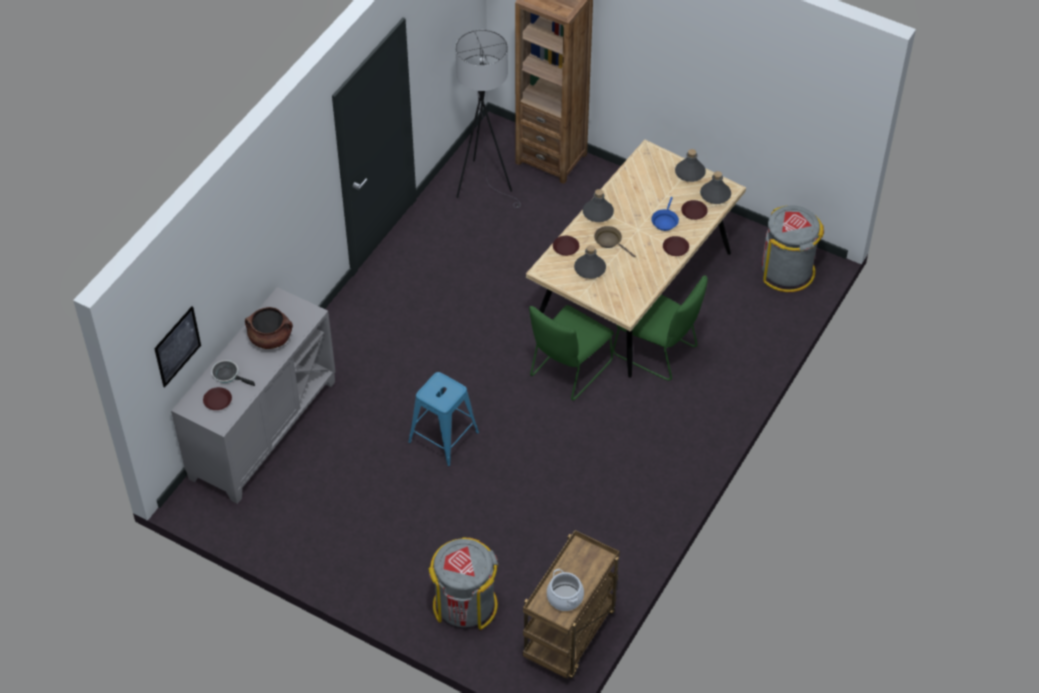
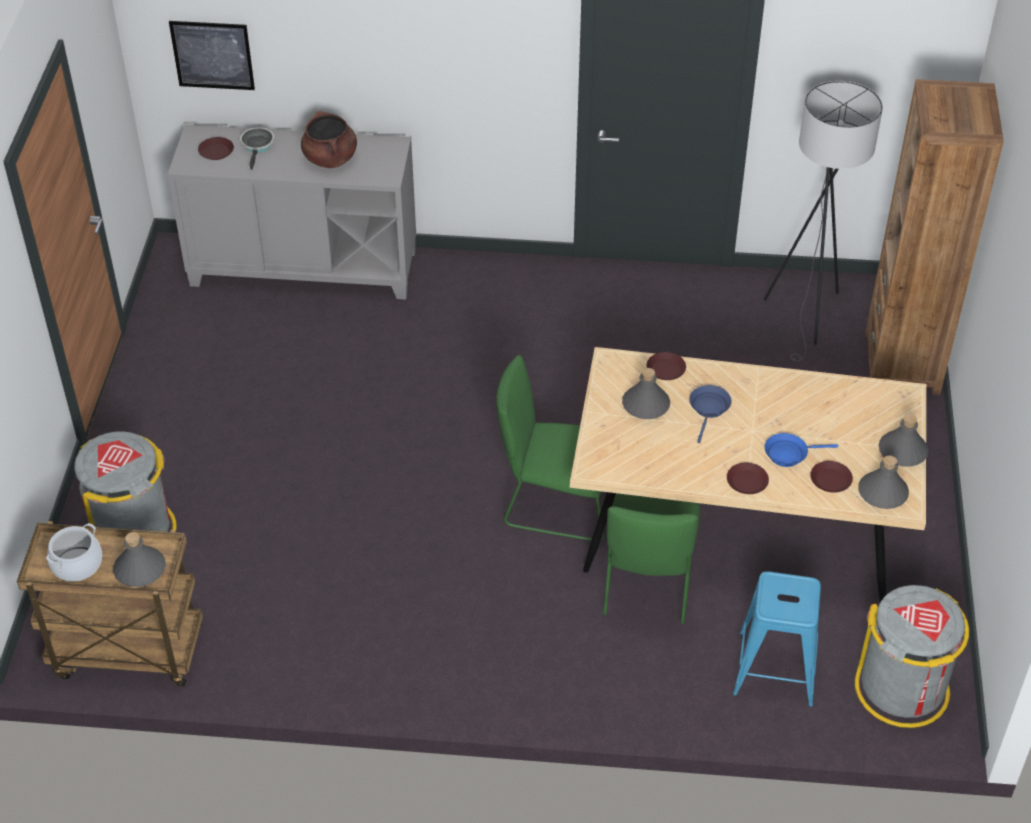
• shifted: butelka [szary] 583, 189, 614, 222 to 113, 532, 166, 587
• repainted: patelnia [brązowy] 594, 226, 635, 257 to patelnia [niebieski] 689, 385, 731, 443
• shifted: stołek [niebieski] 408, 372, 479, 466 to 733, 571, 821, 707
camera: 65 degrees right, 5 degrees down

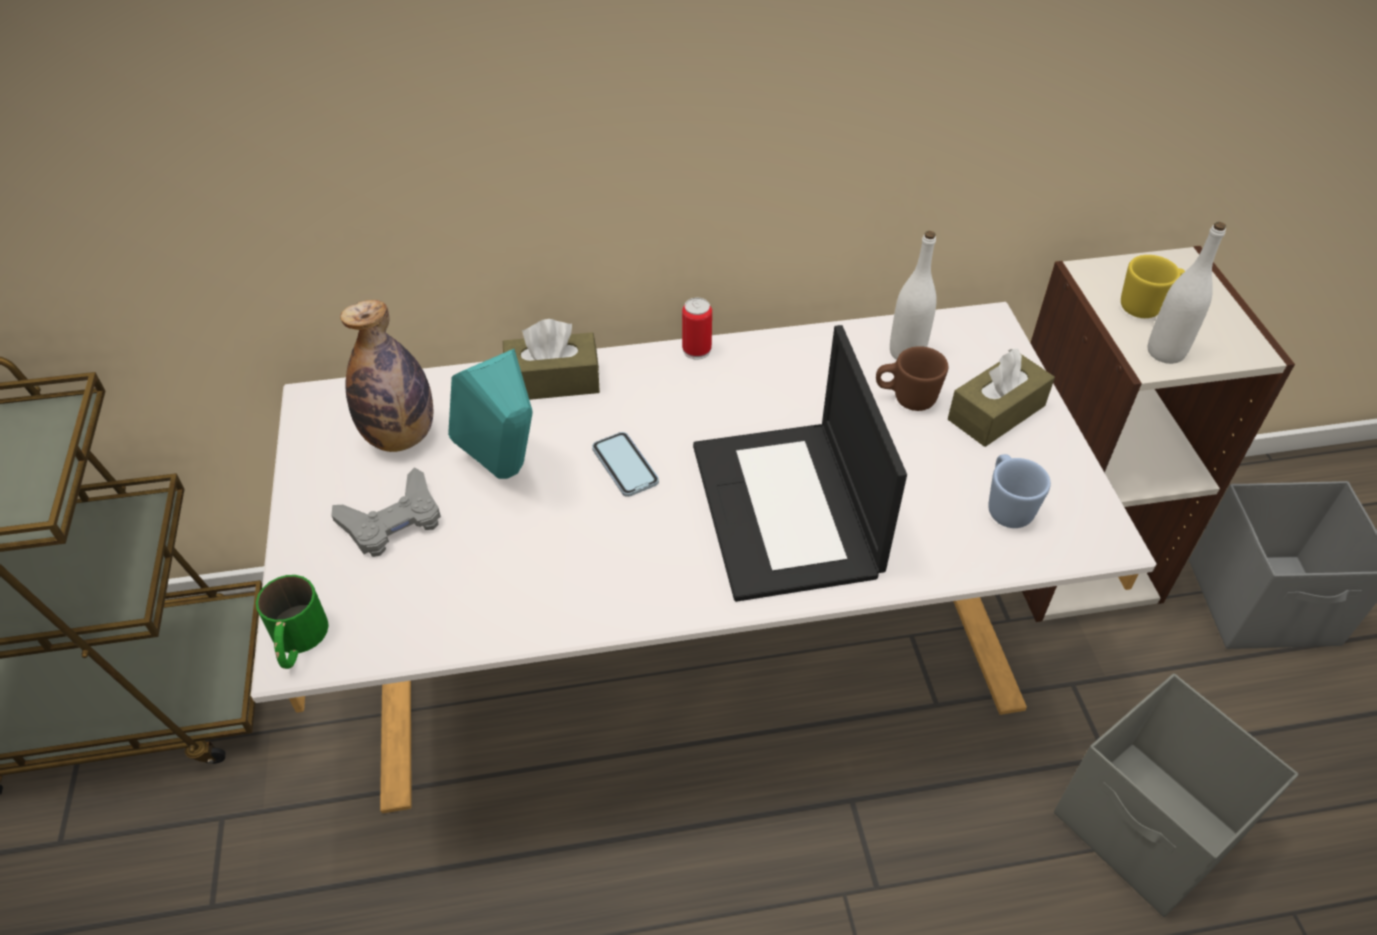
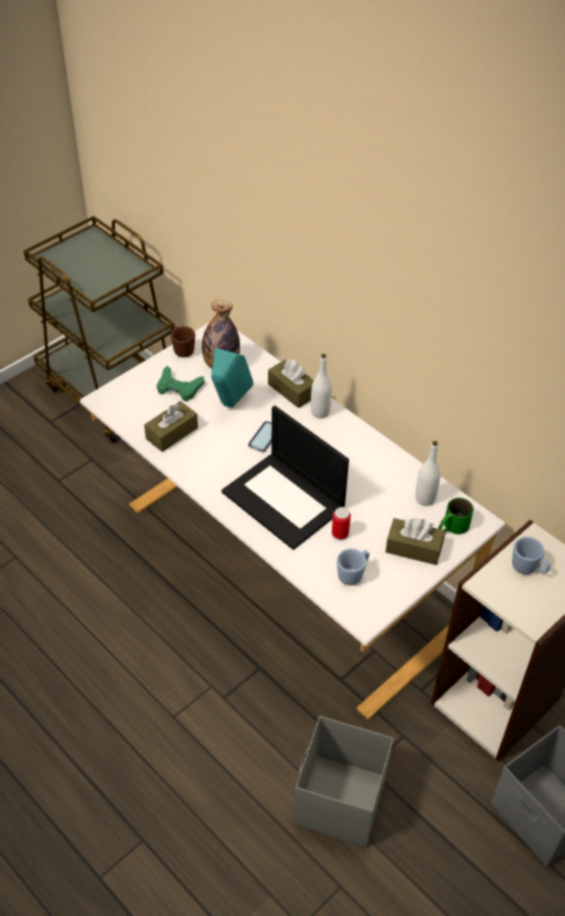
• new: pudełko chusteczek [brązowy] 144, 401, 198, 452
• repainted: pad do gier [szary] 331, 467, 441, 557 to pad do gier [zielony] 157, 366, 205, 401
• shifted: kubek [brązowy] 876, 346, 948, 411 to 171, 326, 195, 357
• rotated: laptop 693, 325, 907, 602 = 222, 406, 349, 550 90 degrees counterclockwise
• shifted: butelka [biały] 1148, 222, 1226, 364 to 311, 354, 332, 418
• shifted: puszka 682, 298, 712, 359 to 332, 507, 351, 541
• shifted: kubek [zielony] 256, 575, 329, 669 to 438, 498, 474, 534
• repainted: kubek [żółty] 1121, 255, 1185, 318 to kubek [niebieski] 512, 537, 550, 574
camera: 55 degrees right, 0 degrees up

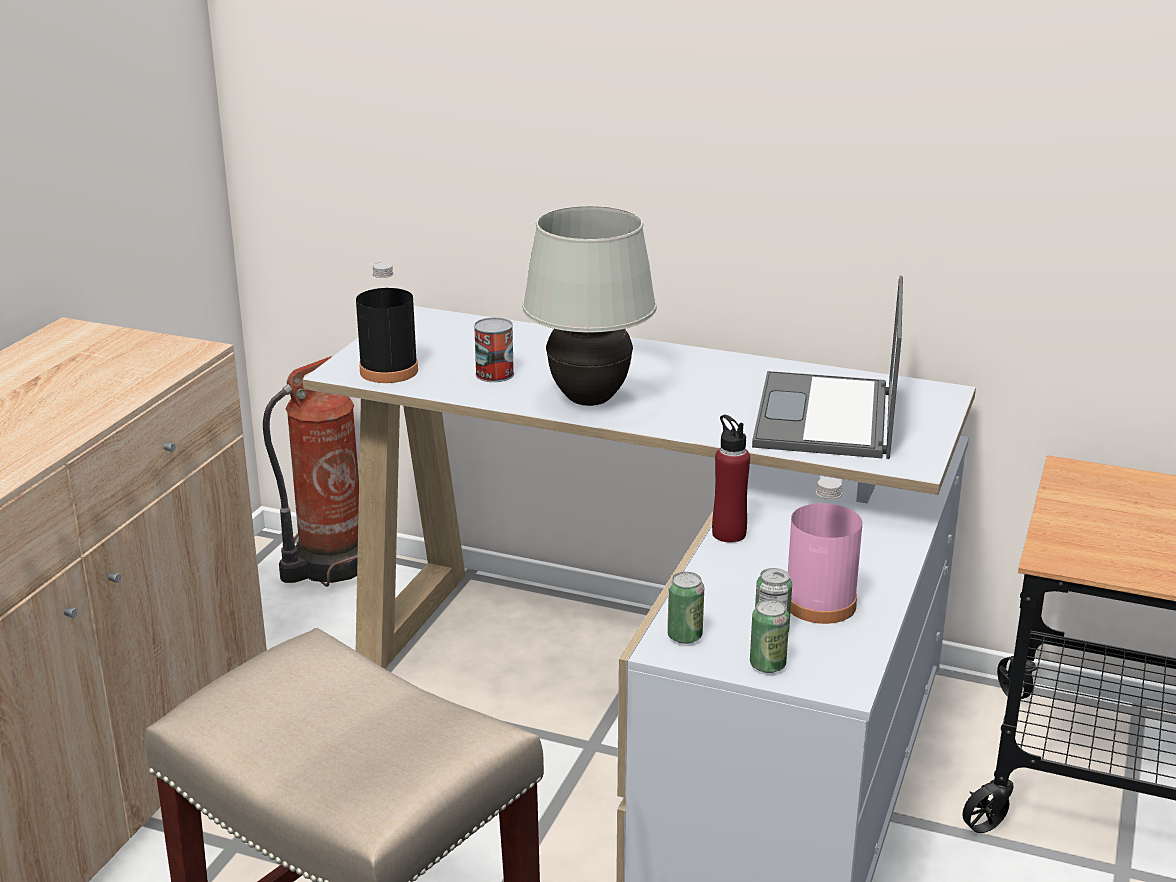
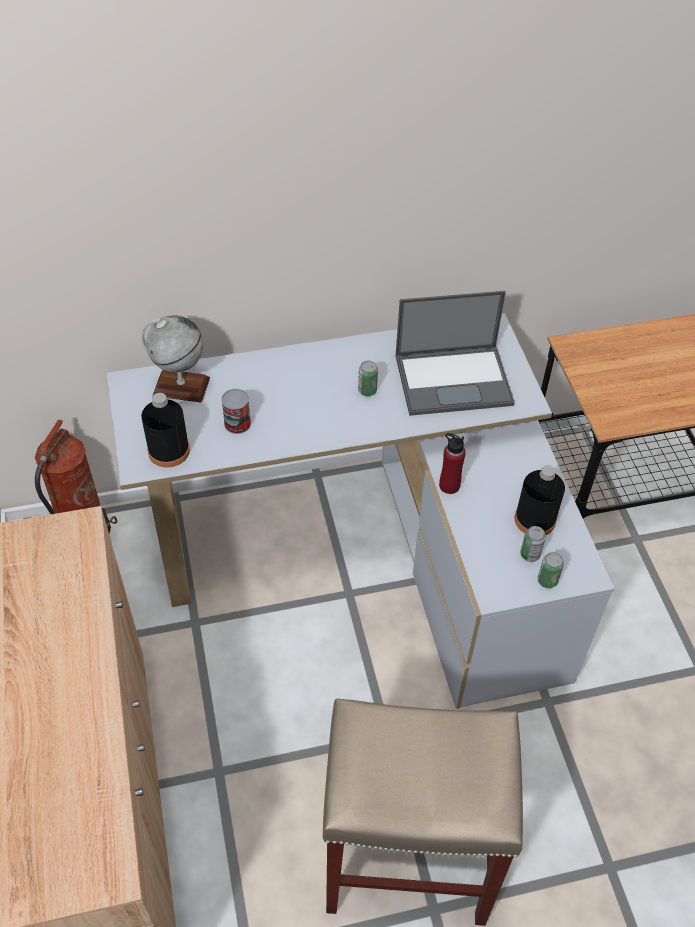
• new: globus 142, 315, 210, 403
• shifted: puszka 667, 572, 704, 644 to 358, 361, 378, 396
• rotated: laptop 752, 276, 903, 459 = 395, 291, 515, 416 75 degrees counterclockwise
• repainted: butelka [różowy] 788, 477, 862, 624 to butelka [czarny] 514, 465, 565, 535
• gone: lampa stołowa [biały] 522, 206, 657, 406
camera: 35 degrees left, 25 degrees up

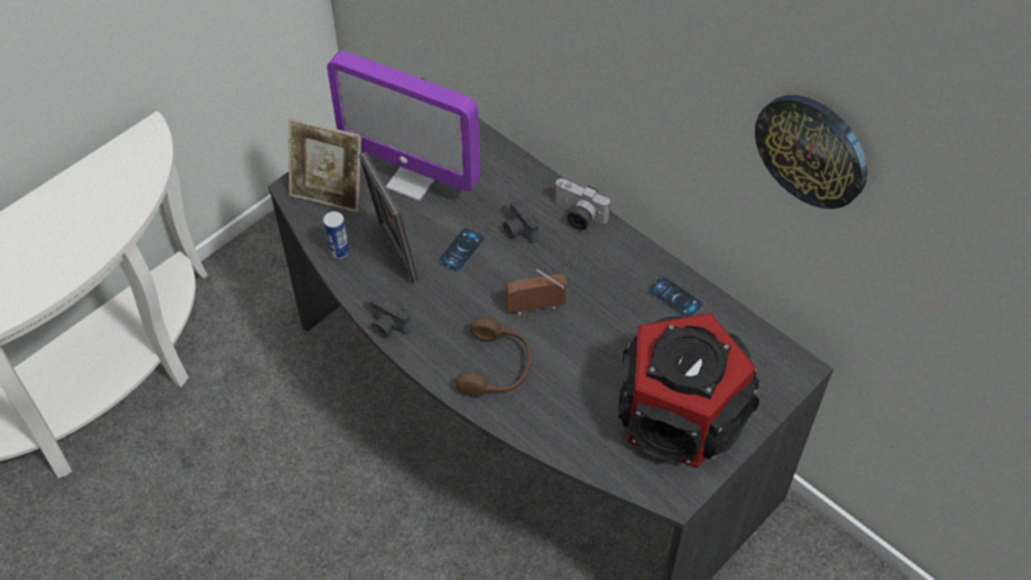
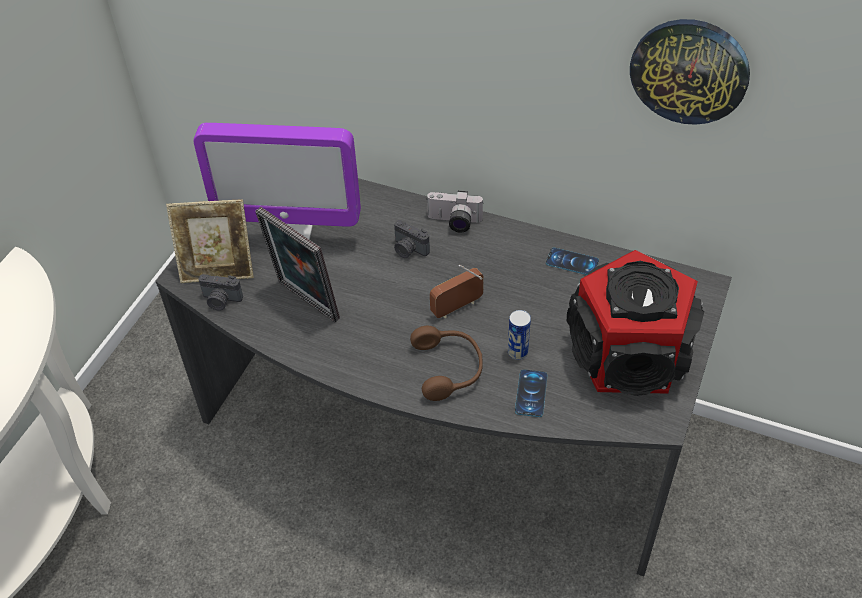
• shifted: aparat fotograficzny 370, 295, 411, 338 to 198, 274, 243, 311
• shifted: puszka 323, 211, 349, 259 to 508, 310, 531, 360
• shifted: telefon 438, 228, 485, 272 to 515, 369, 547, 417
camera: 20 degrees left, 5 degrees down

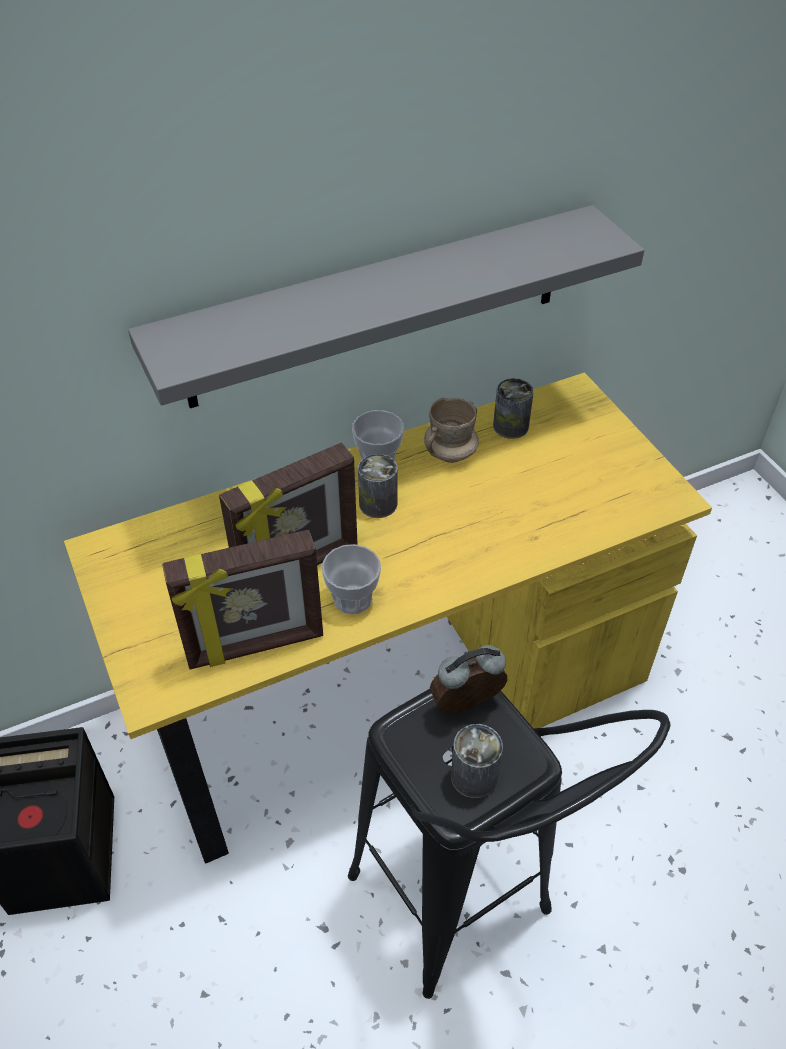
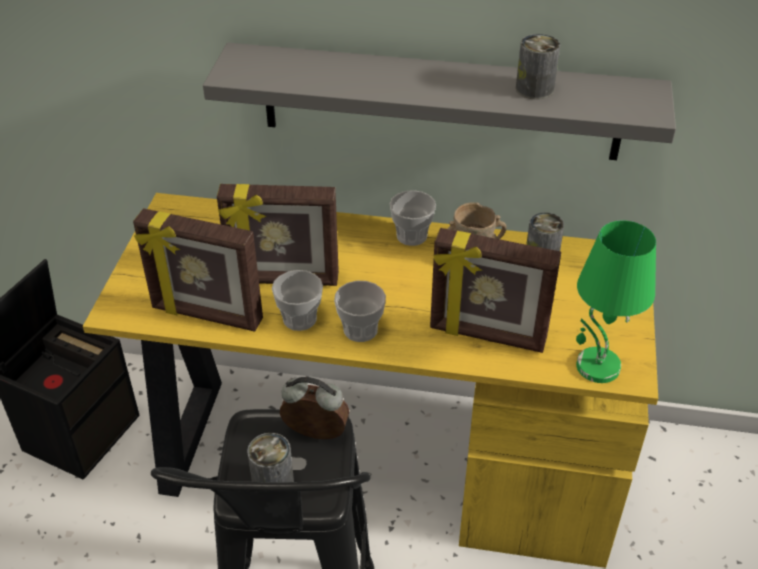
• new: filiżanka 334, 281, 386, 342
• new: ramka na zdjęcie 430, 228, 561, 353
• shifted: puszka 358, 454, 398, 518 to 516, 34, 560, 99
• new: lampa stołowa [zielony] 576, 220, 656, 383
camera: 35 degrees right, 5 degrees down

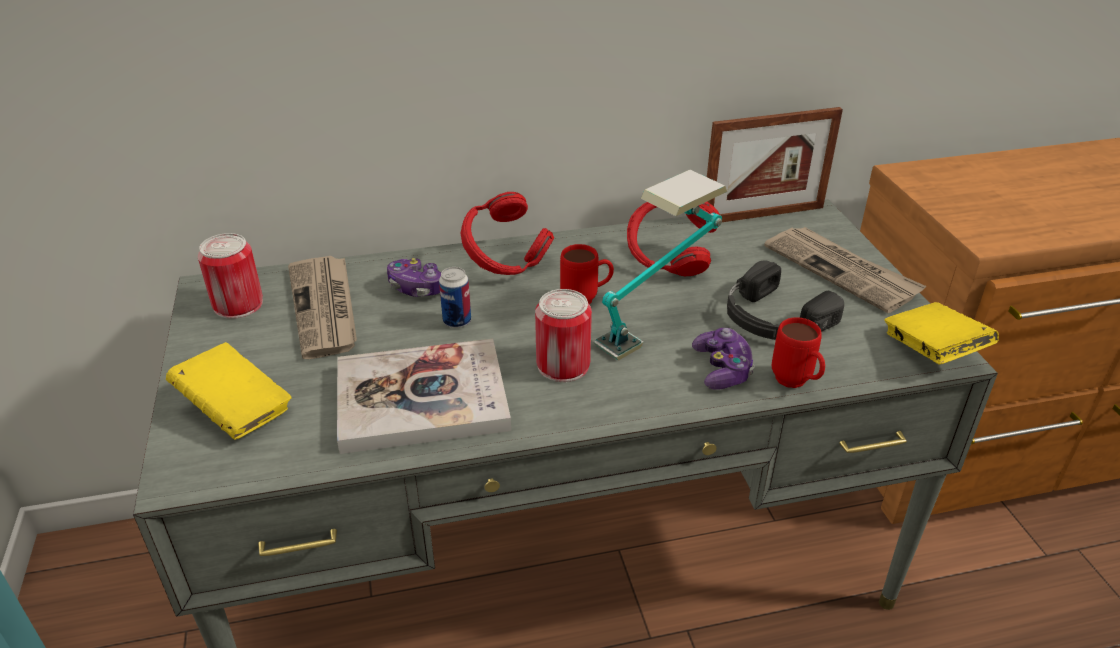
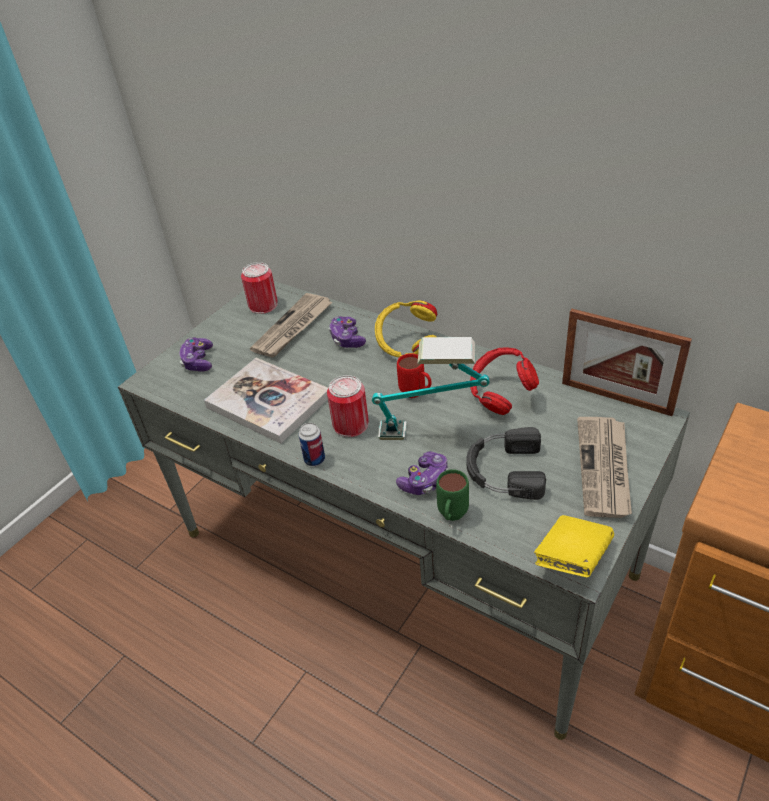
• swapped: książka [żółty] 166, 342, 292, 440 to pad do gier 180, 337, 213, 371
• shifted: puszka 439, 267, 471, 328 to 298, 423, 325, 466
• repainted: słuchawki [czerwony] 461, 192, 554, 275 to słuchawki [żółty] 375, 300, 437, 358
• repainted: kubek [czerwony] 772, 317, 825, 388 to kubek [zielony] 436, 469, 469, 521
camera: 50 degrees right, 5 degrees up

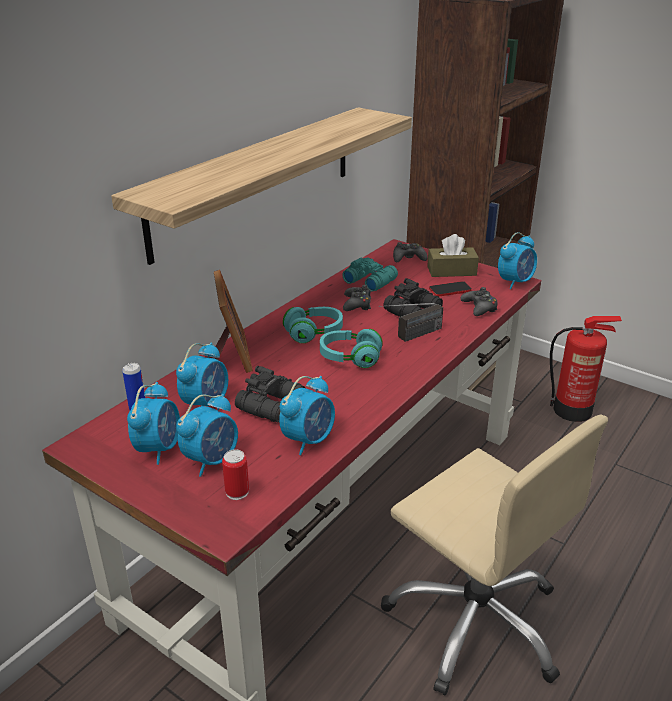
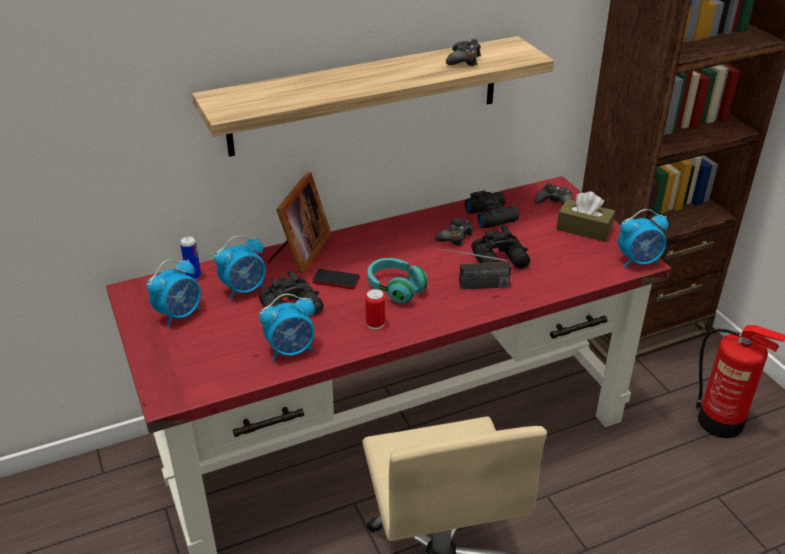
• shifted: telefon 429, 281, 472, 297 to 312, 269, 360, 289
• shifted: puszka 222, 449, 249, 500 to 365, 289, 385, 330
• shifted: pad do gier [czarny] 460, 287, 498, 316 to 446, 39, 481, 66
• repainted: lornetka [turkusowy] 342, 258, 398, 292 to lornetka [czarny] 465, 190, 519, 228
• gone: budzik 176, 394, 238, 477
• gone: słuchawki [turkusowy] 283, 307, 343, 343
camera: 30 degrees right, 5 degrees up

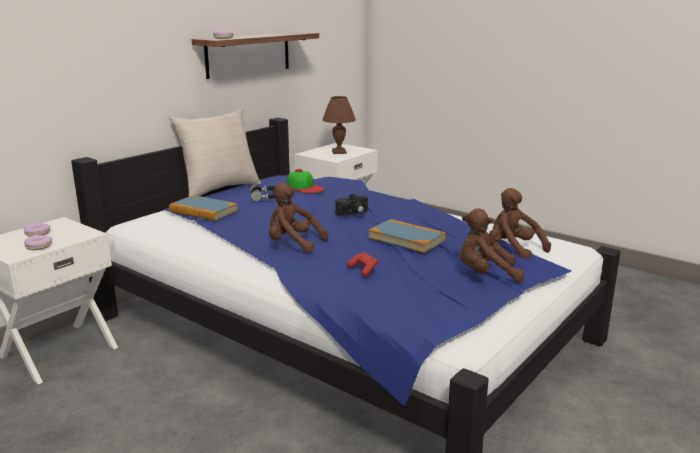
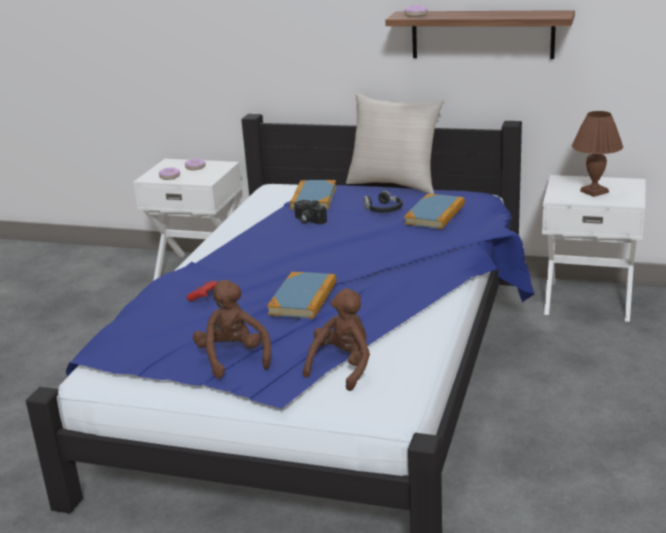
• shifted: aparat fotograficzny 335, 194, 368, 216 to 293, 200, 327, 225
• swapped: czapka z daszkiem 287, 169, 325, 193 to książka 404, 194, 465, 229
• gone: pluszak [brązowy] 269, 183, 328, 252
camera: 70 degrees right, 5 degrees up

